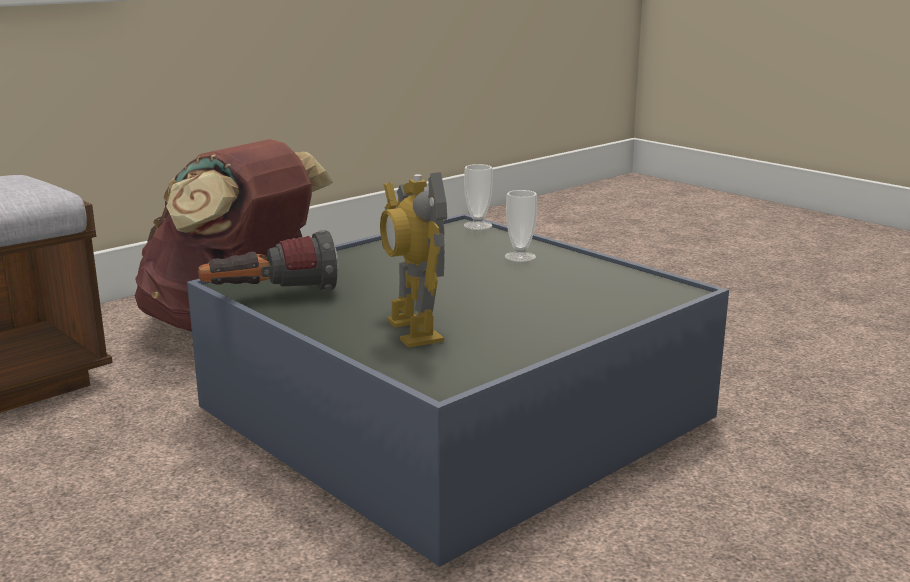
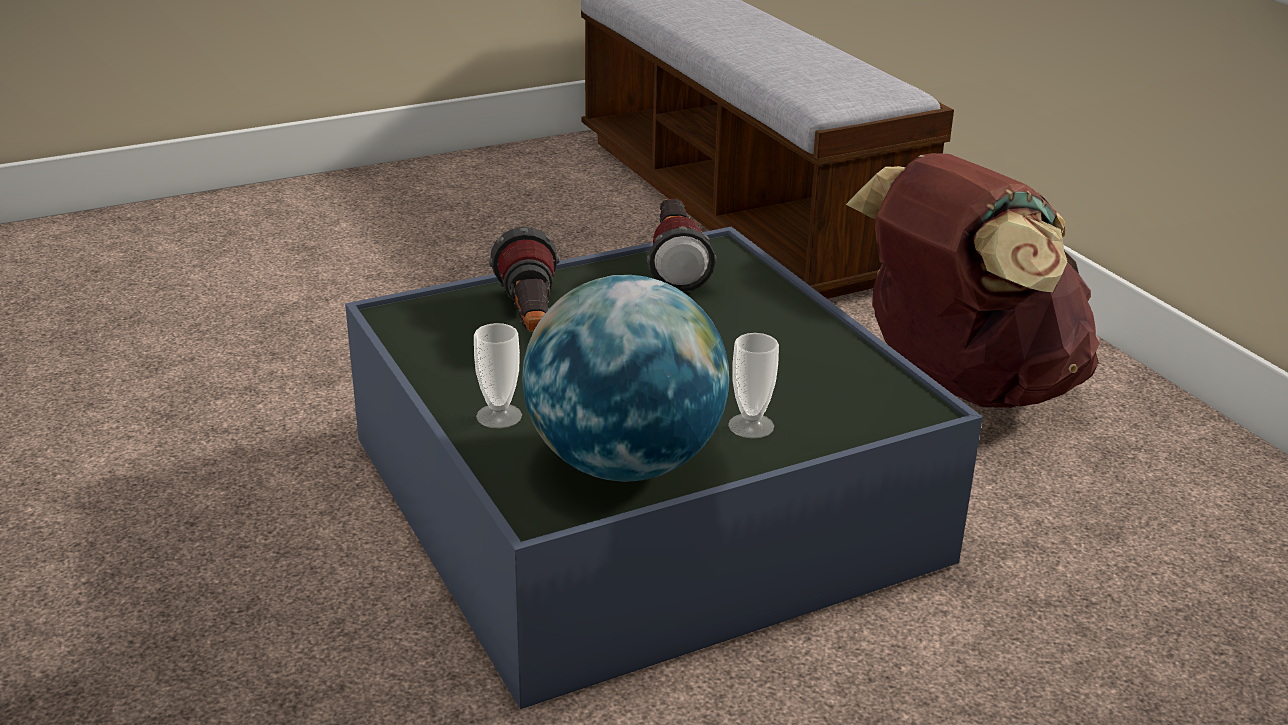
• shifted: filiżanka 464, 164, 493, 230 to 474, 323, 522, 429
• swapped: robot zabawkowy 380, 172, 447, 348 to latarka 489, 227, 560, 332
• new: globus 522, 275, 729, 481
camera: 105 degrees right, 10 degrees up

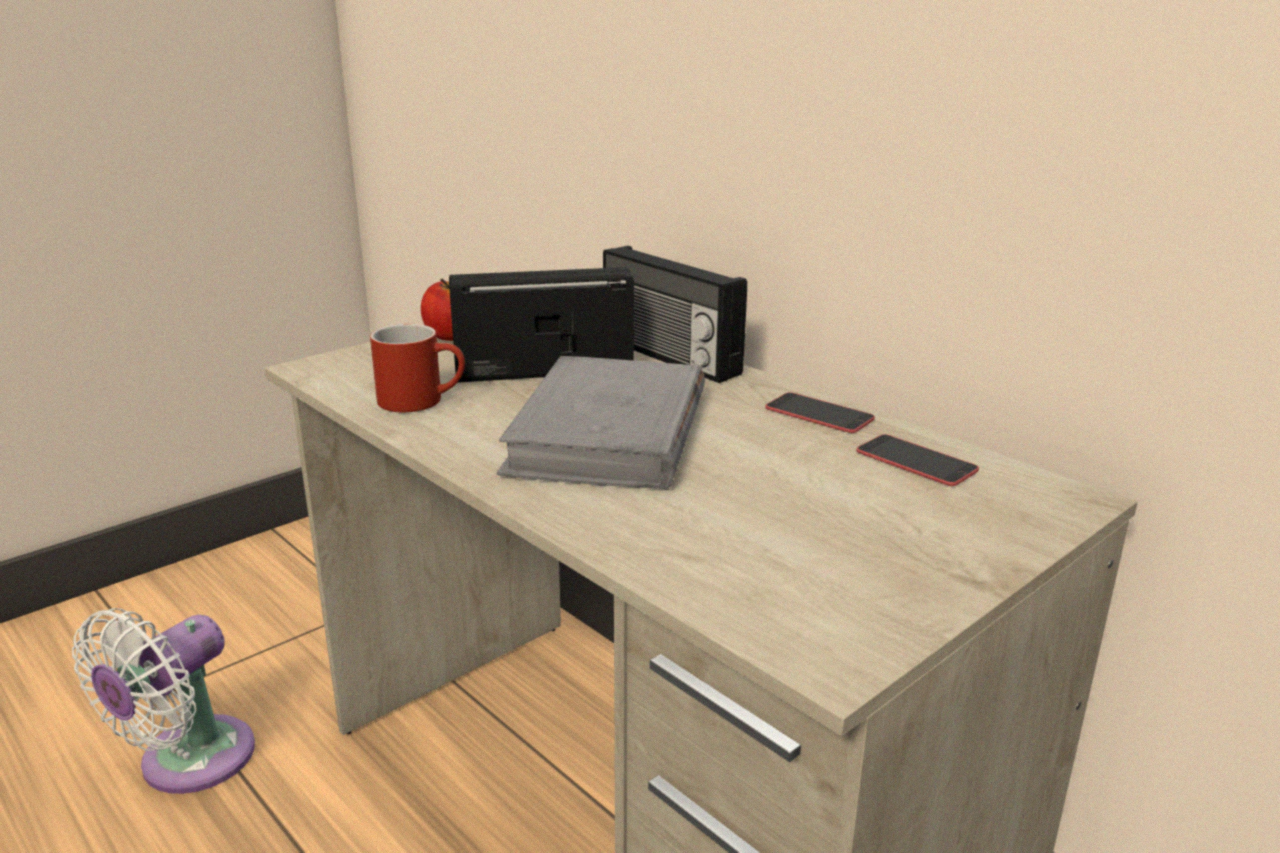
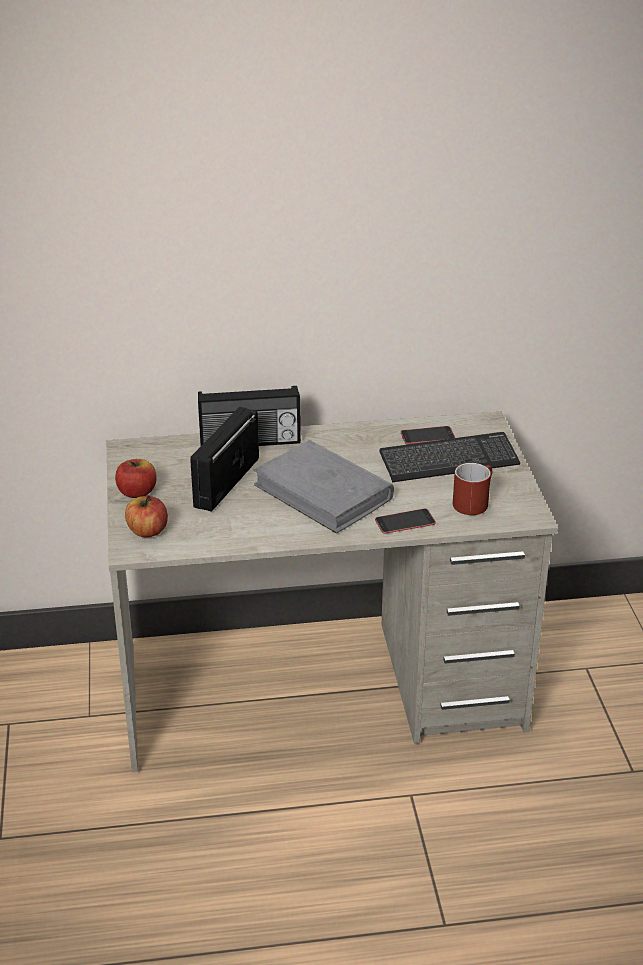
• new: jabłko 125, 495, 168, 537
• shifted: telefon 765, 392, 875, 433 to 375, 509, 436, 534
• new: klawiatura 380, 432, 520, 482
• shifted: kubek [czerwony] 370, 324, 465, 412 to 453, 463, 492, 515
• gone: wentylator [biały] 72, 608, 255, 794
camera: 55 degrees left, 10 degrees up

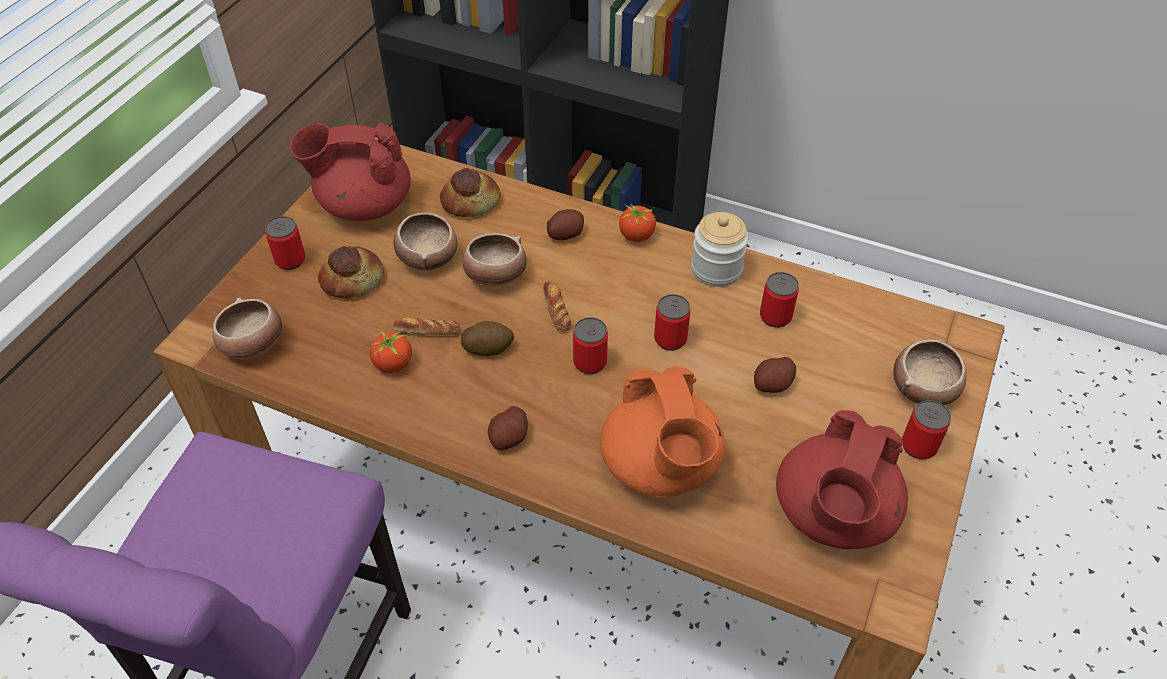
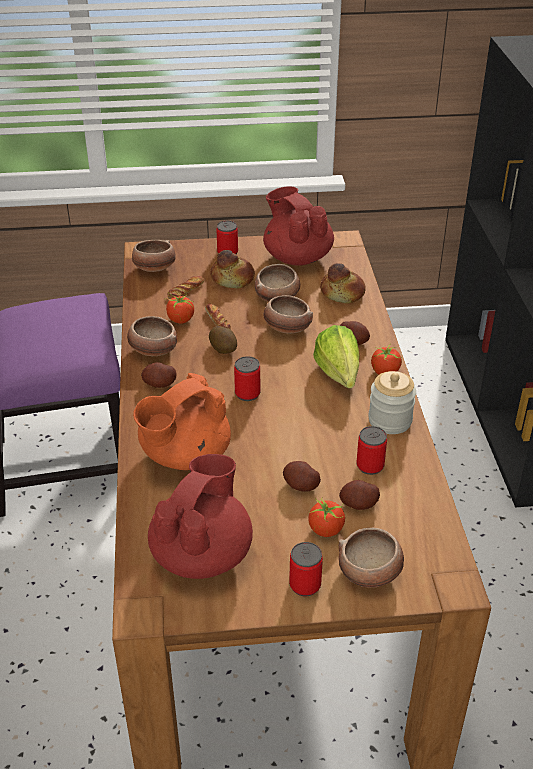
• new: miska 127, 316, 177, 356
• rotated: imbryk [czerwony] 776, 410, 908, 549 = 148, 454, 253, 579 120 degrees clockwise
• shifted: chleb 542, 281, 571, 332 to 167, 276, 204, 299
• new: pomidor 308, 498, 345, 537
• new: sałata 313, 325, 359, 388
• new: ziemniak 339, 480, 380, 510
• gone: puszka 654, 294, 691, 351
camera: 60 degrees right, 10 degrees down

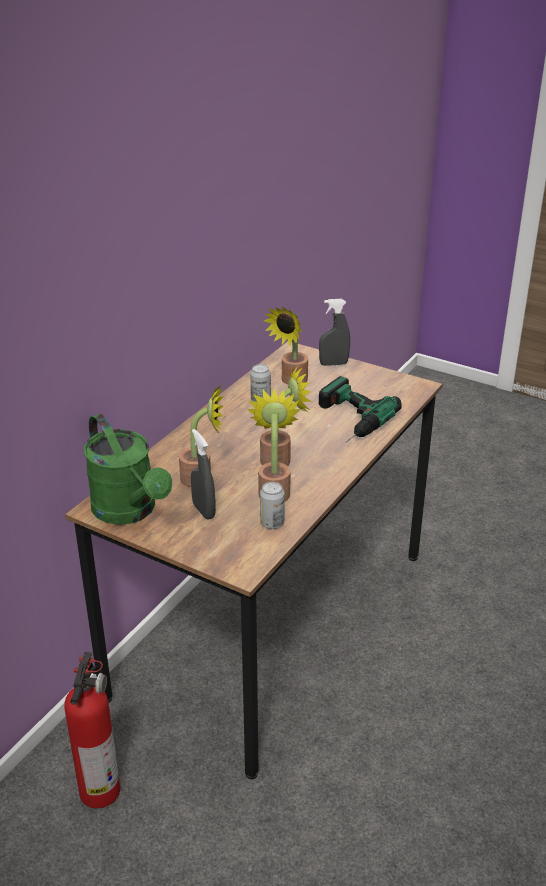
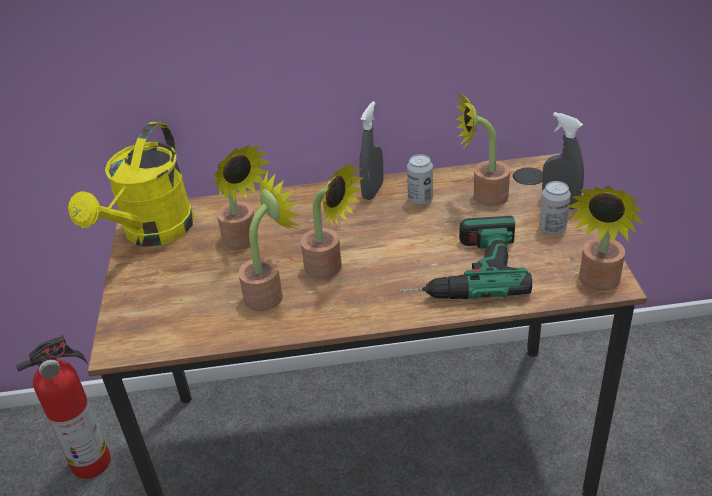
• repainted: konewka [zielony] 84, 414, 172, 525 to konewka [żółty] 68, 122, 194, 247
• shifted: spryskiwacz [szary] 191, 429, 216, 519 to 359, 101, 384, 200
• shifted: puszka 260, 482, 285, 529 to 539, 181, 571, 234
• new: roślina doniczkowa 568, 185, 643, 291
camera: 55 degrees right, 5 degrees up

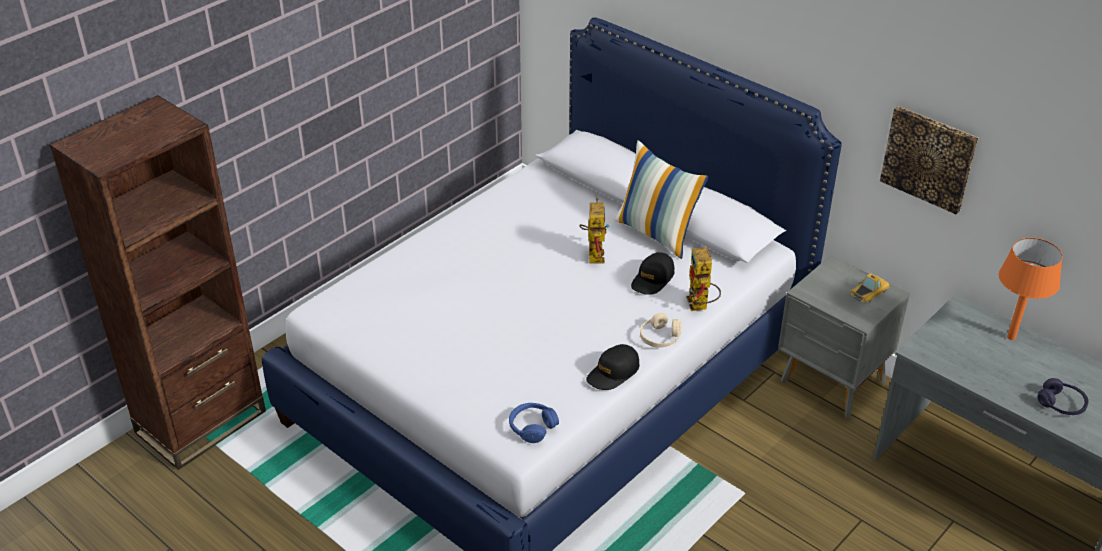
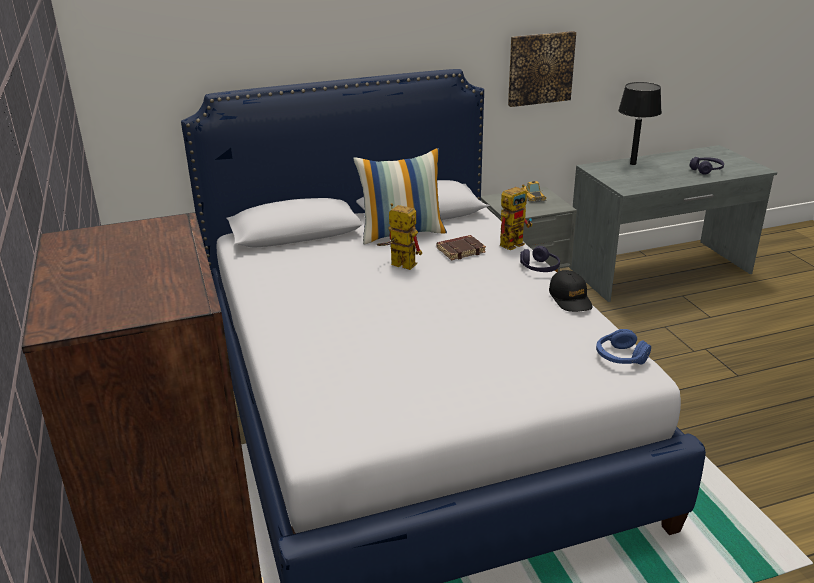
• swapped: czapka z daszkiem [czarny] 631, 252, 675, 295 to książka [brązowy] 437, 235, 486, 260
• rotated: robot zabawkowy 686, 247, 721, 311 = 500, 184, 533, 250 60 degrees counterclockwise
• repainted: słuchawki [beżowy] 640, 313, 682, 348 to słuchawki [fioletowy] 520, 246, 560, 272
• repainted: lampa stołowa [pomarańczowy] 999, 238, 1063, 340 to lampa stołowa [czarny] 618, 82, 662, 165
camera: 60 degrees left, 10 degrees down

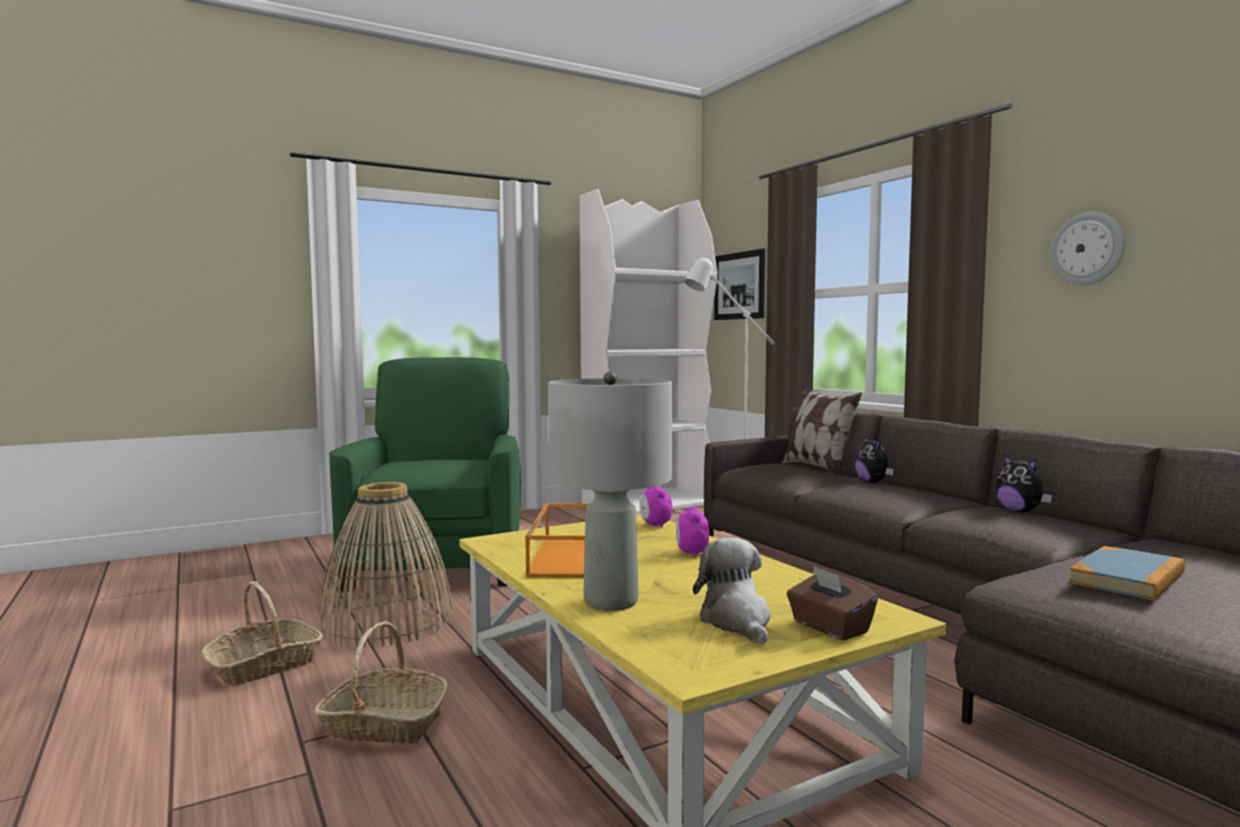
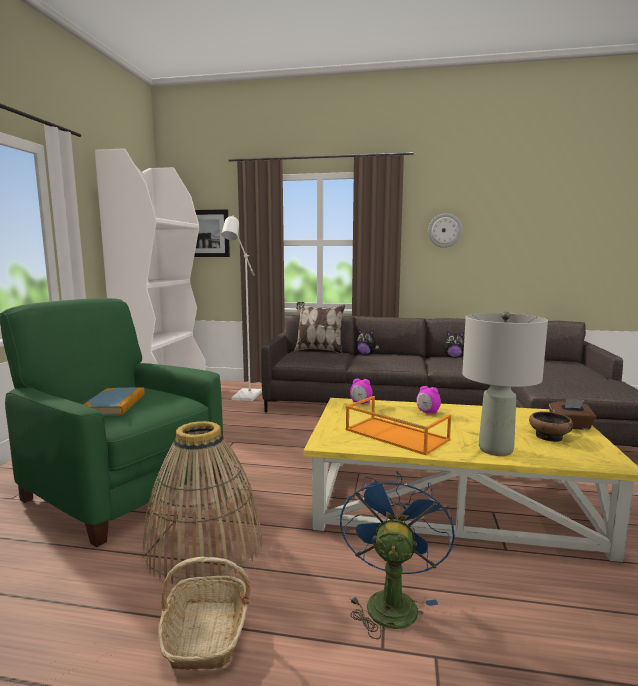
• shifted: książka 1069, 546, 1185, 601 to 83, 387, 145, 415
• swapped: koszyk 314, 622, 448, 745 to wentylator [niebieski] 340, 471, 455, 640
• swapped: pluszak 693, 537, 771, 644 to miska 529, 411, 573, 442
camera: 50 degrees left, 5 degrees up

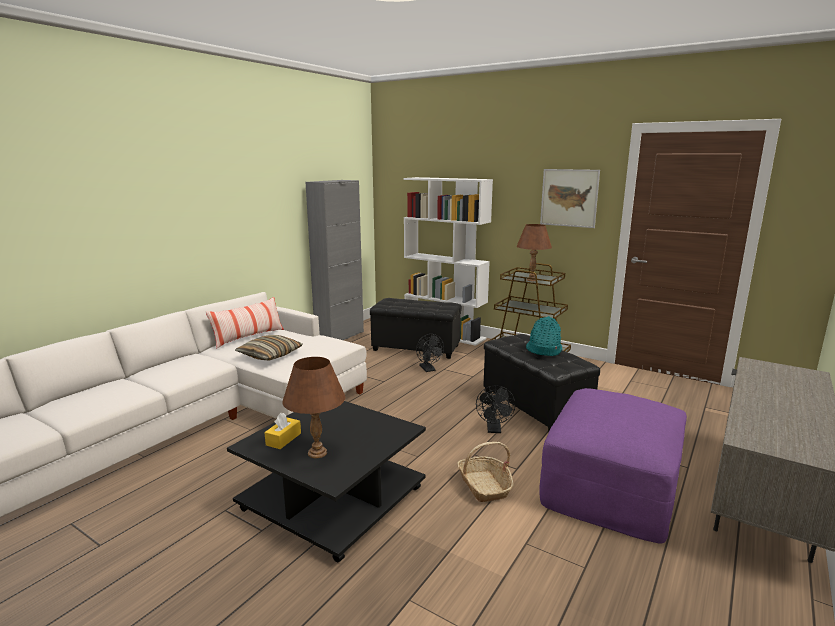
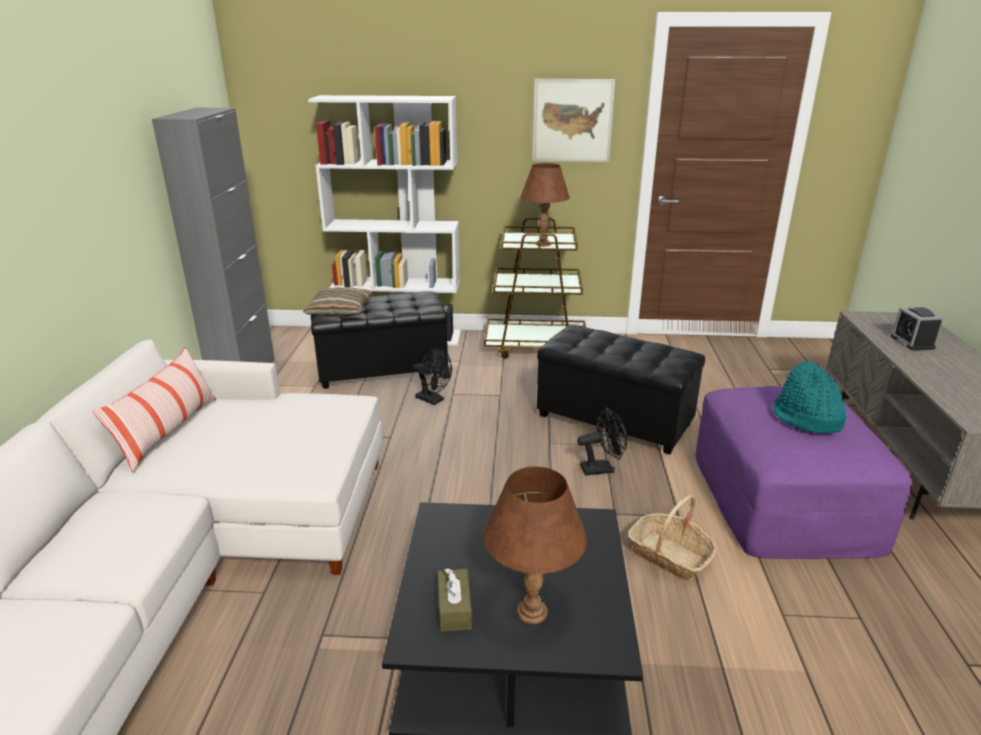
• shifted: poduszka 235, 335, 303, 361 to 303, 287, 372, 317
• repainted: pudełko chusteczek [żółty] 264, 413, 301, 449 to pudełko chusteczek [brązowy] 438, 568, 472, 632
• rotated: wentylator [czarny] 476, 385, 516, 433 = 577, 407, 627, 475 75 degrees counterclockwise
• shifted: kapelusz [turkusowy] 526, 316, 562, 356 to 773, 362, 847, 433
• new: budzik 890, 307, 943, 351
camera: 30 degrees left, 10 degrees up

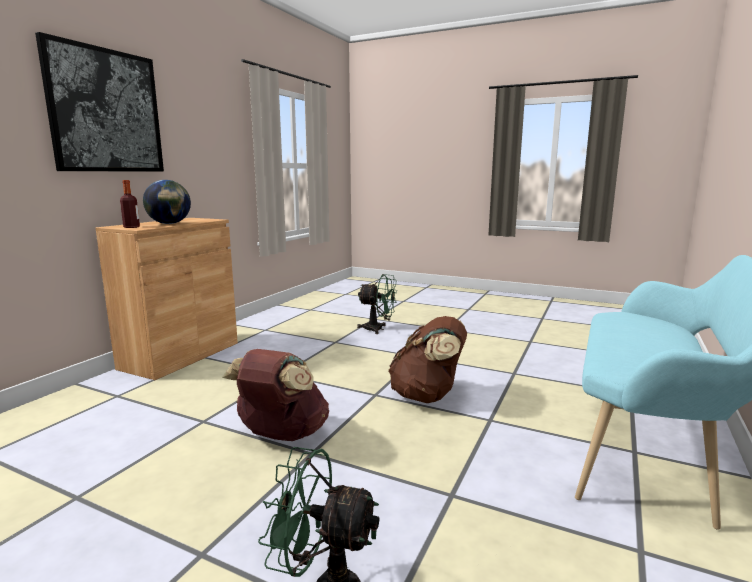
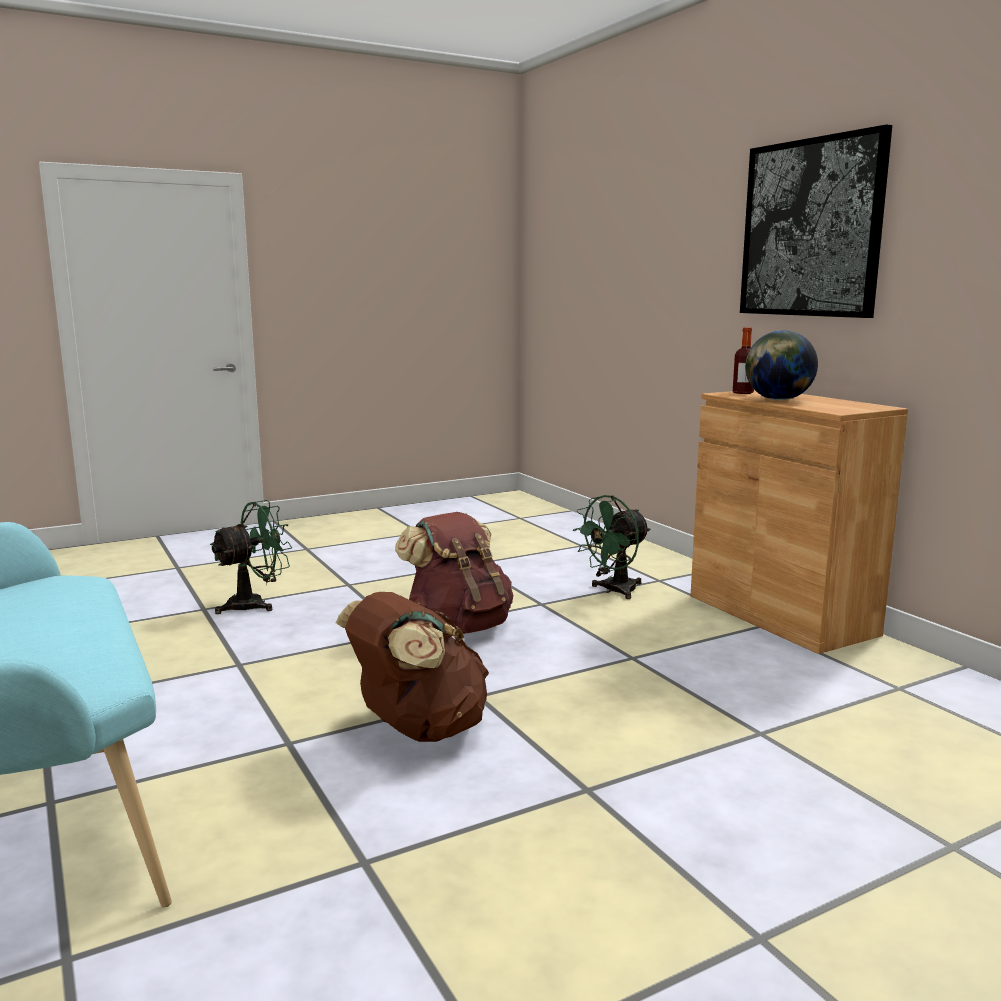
• shifted: wentylator [zielony] 357, 274, 397, 334 to 573, 495, 650, 599
camera: 125 degrees right, 0 degrees up

